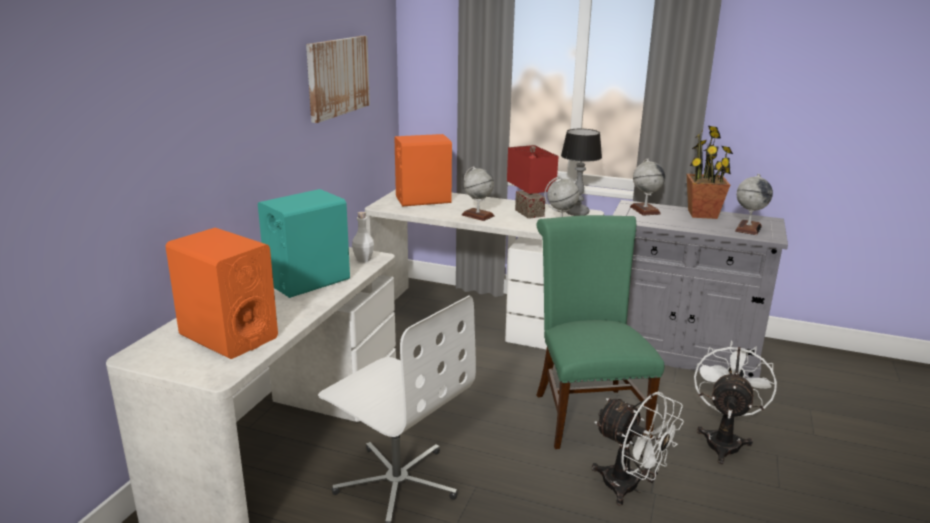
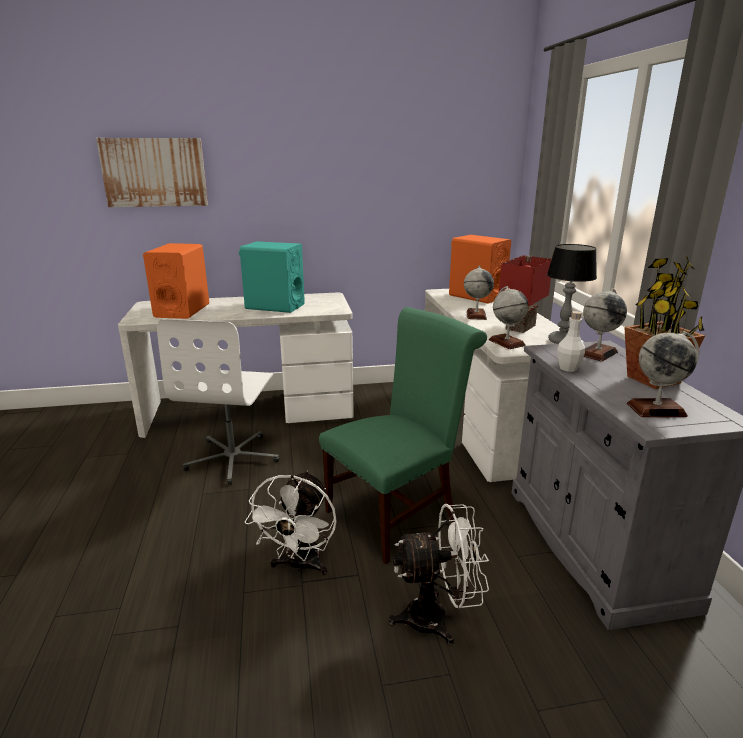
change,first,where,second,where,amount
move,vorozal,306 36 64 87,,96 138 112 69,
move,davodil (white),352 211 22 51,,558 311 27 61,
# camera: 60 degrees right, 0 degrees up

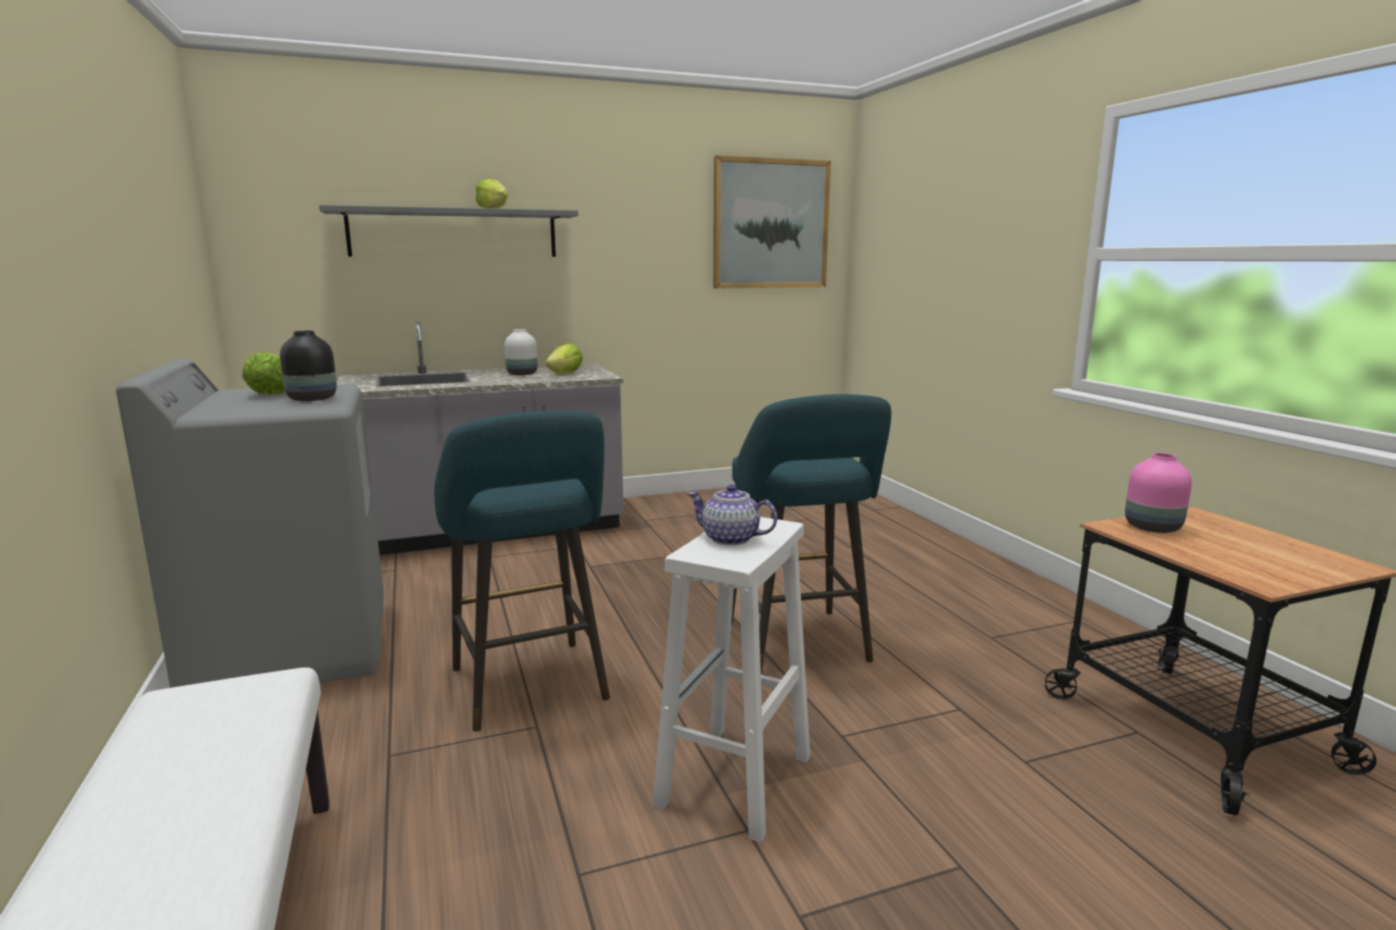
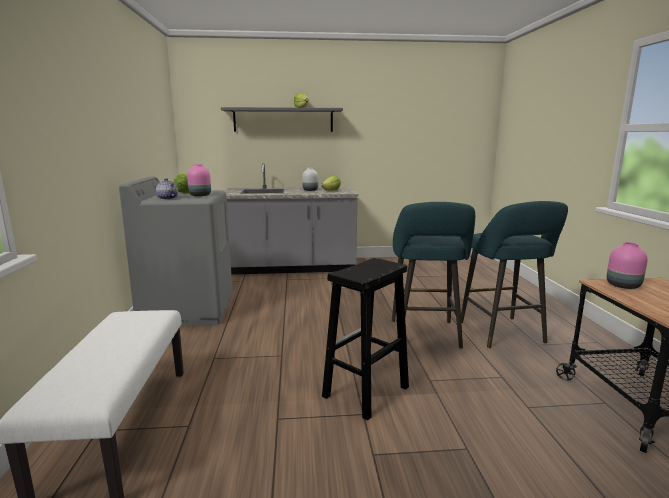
change,first,where,second,where,amount
delete,vorozal,713 155 118 134,,,
move,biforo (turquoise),434 411 176 320,,461 201 107 147,
move,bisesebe,687 485 90 61,,156 178 22 22,
recolor,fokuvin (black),280 331 57 70,fokuvin (pink),187 164 24 32,
recolor,biforo (white),653 517 157 326,biforo (black),322 258 87 163,
# camera: 15 degrees right, 0 degrees up

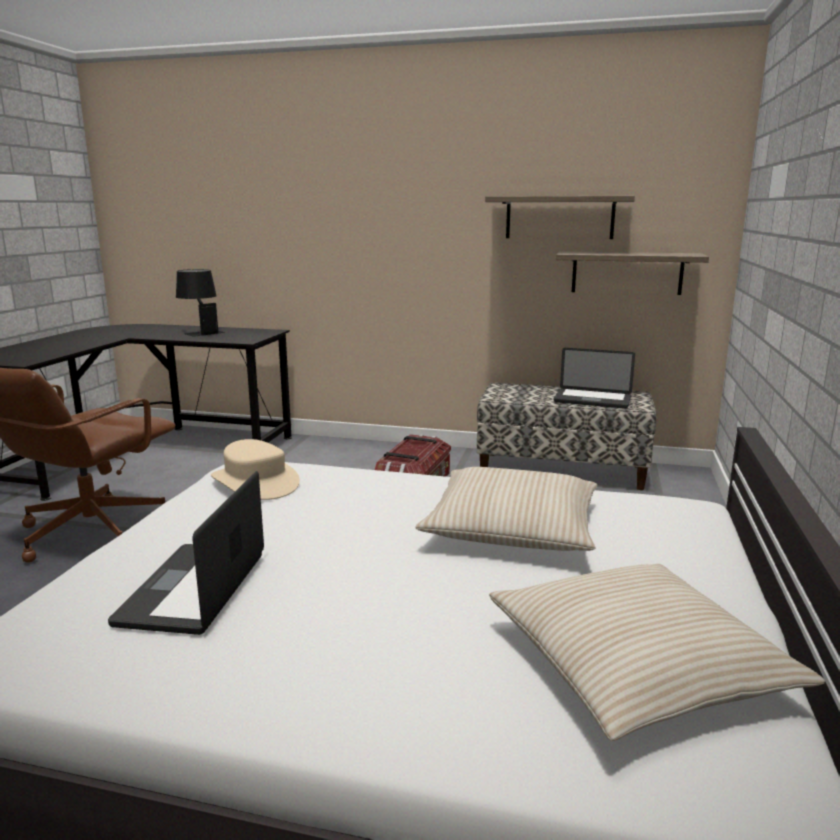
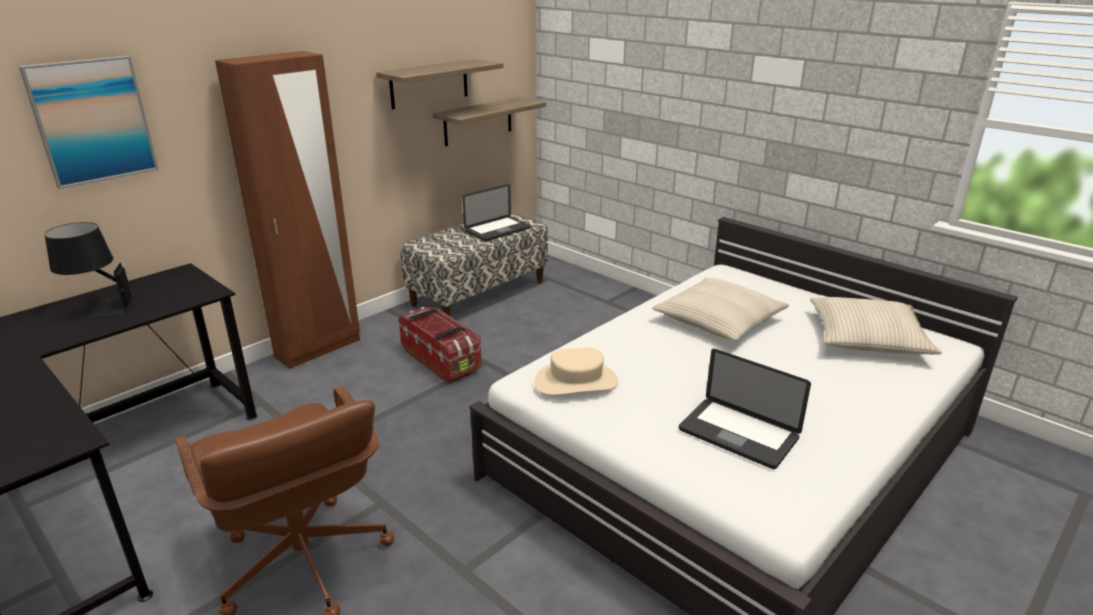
change,first,where,second,where,amount
insert,,,vorozal,19 56 140 133,
insert,,,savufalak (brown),215 51 145 318,
# camera: 60 degrees left, 10 degrees up

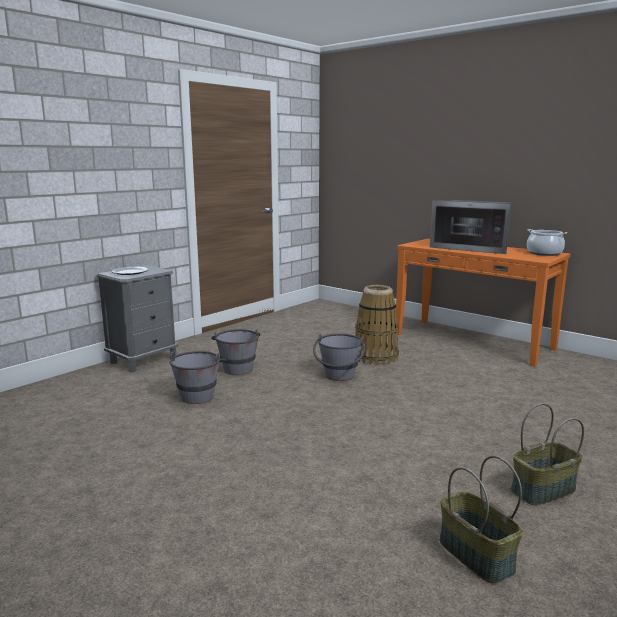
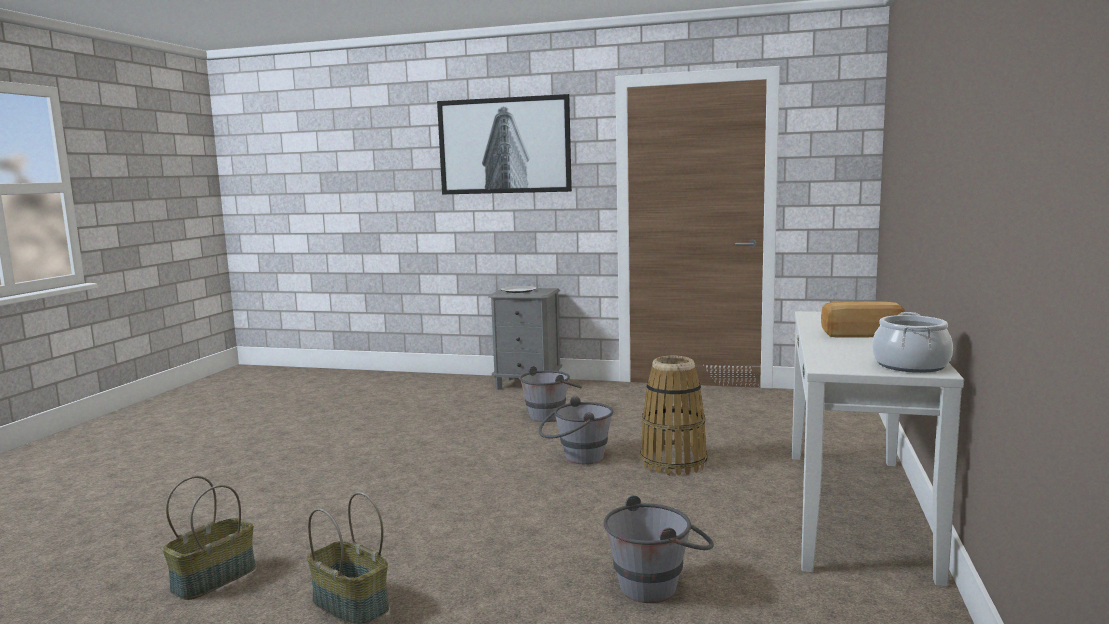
change,first,where,second,where,amount
insert,,,vorozal,437 94 135 100,
move,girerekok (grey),170 351 56 53,,603 495 111 108,
replace,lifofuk,430 200 81 54,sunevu,821 301 84 37,
recolor,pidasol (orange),395 239 175 128,pidasol (white),792 311 172 276,
# camera: 65 degrees right, 5 degrees down

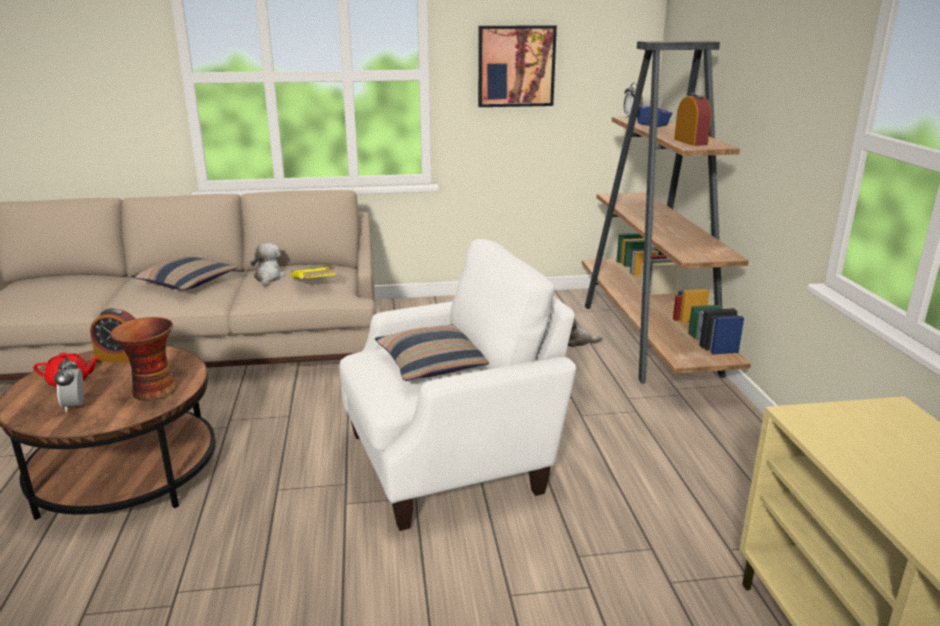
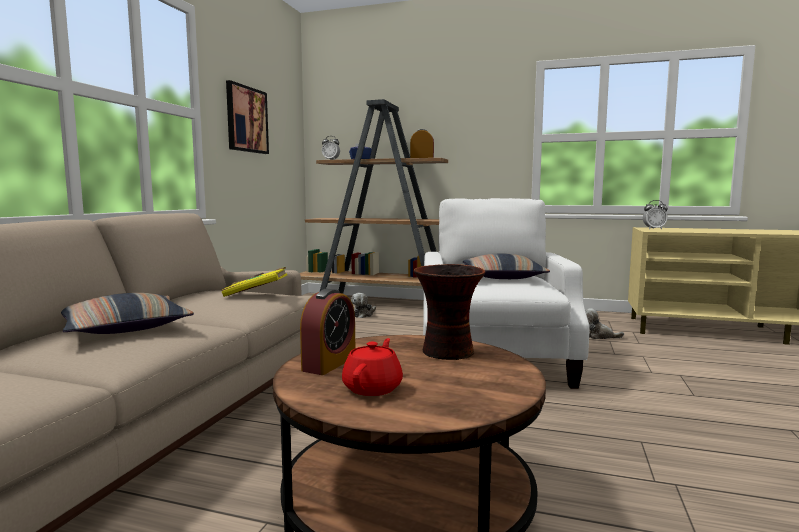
change,first,where,second,where,amount
move,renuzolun,54 357 30 55,,643 200 25 29,
move,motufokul,250 243 35 44,,585 308 39 31,
# camera: 65 degrees left, 15 degrees down

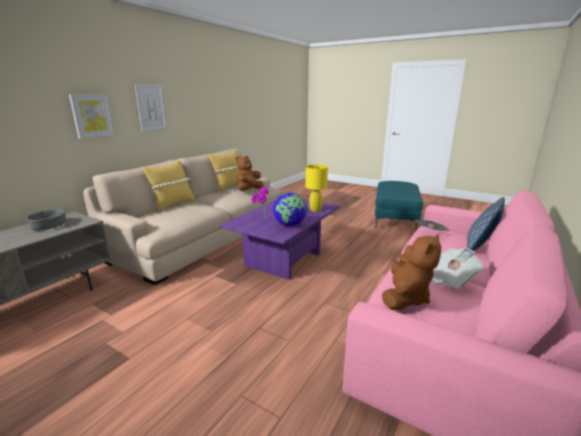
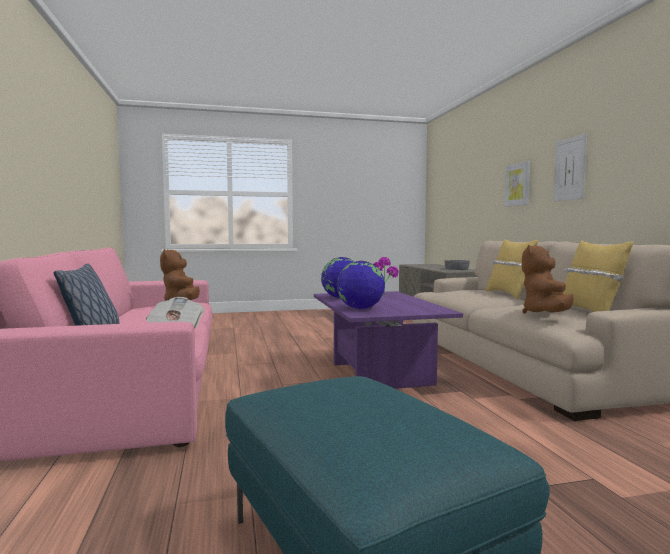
change,first,where,second,where,amount
delete,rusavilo,431 248 52 41,,,
replace,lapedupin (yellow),305 164 23 48,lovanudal,337 261 48 48,
rotate,motufokul (brown),236 156 28 35,,522 245 52 69,150 degrees counterclockwise
# camera: 135 degrees right, 15 degrees down

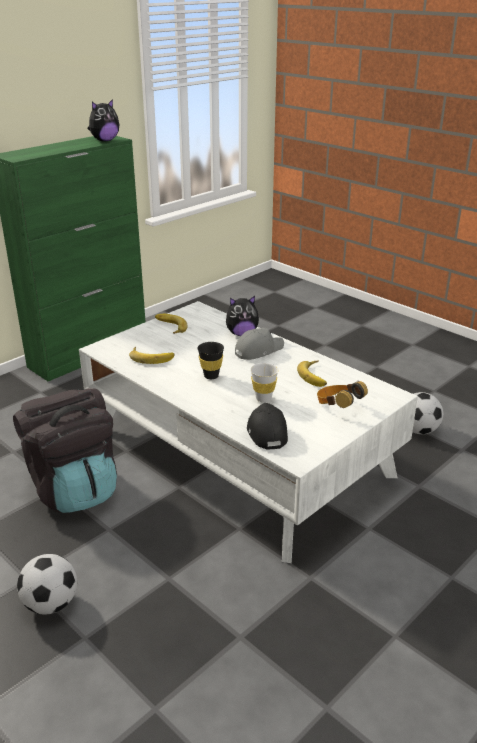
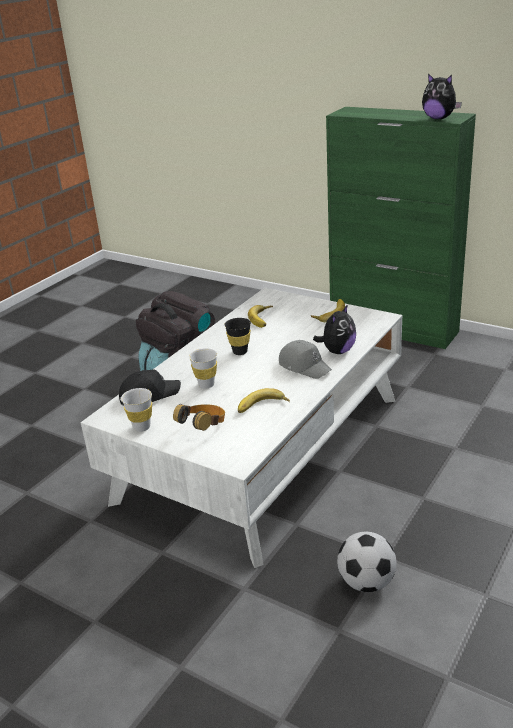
change,first,where,second,where,amount
delete,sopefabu,17 554 60 60,,,
insert,,,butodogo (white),121 388 31 44,
rotate,motufokul,226 296 33 40,,313 304 43 50,120 degrees counterclockwise
# camera: 80 degrees right, 0 degrees up

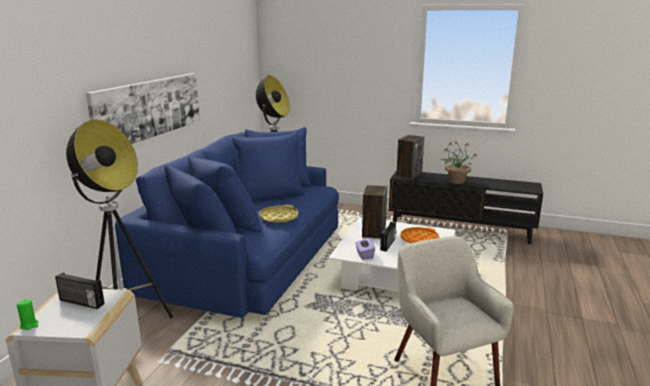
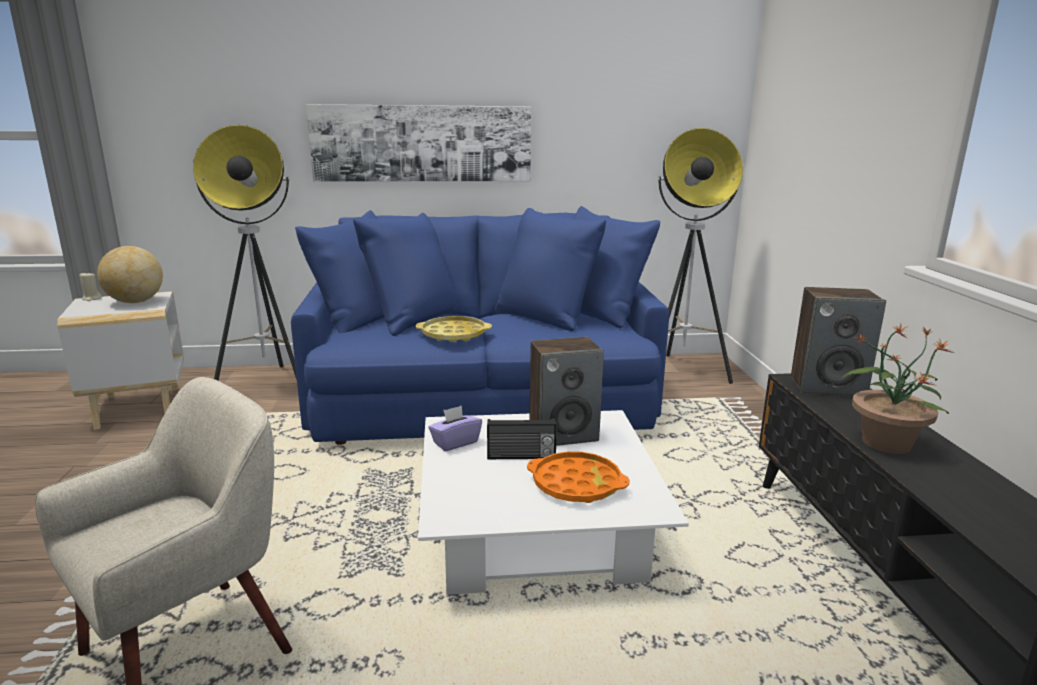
change,first,where,second,where,amount
replace,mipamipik,55 272 49 37,lovanudal,97 246 66 57,
recolor,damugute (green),17 299 21 31,damugute (beige),80 272 22 29,
# camera: 65 degrees right, 0 degrees up

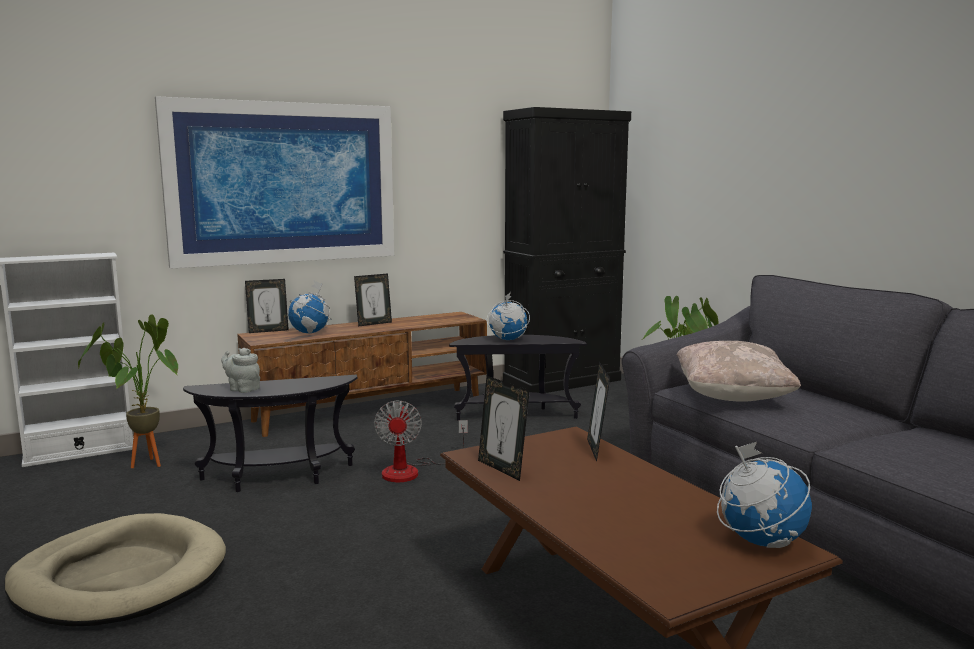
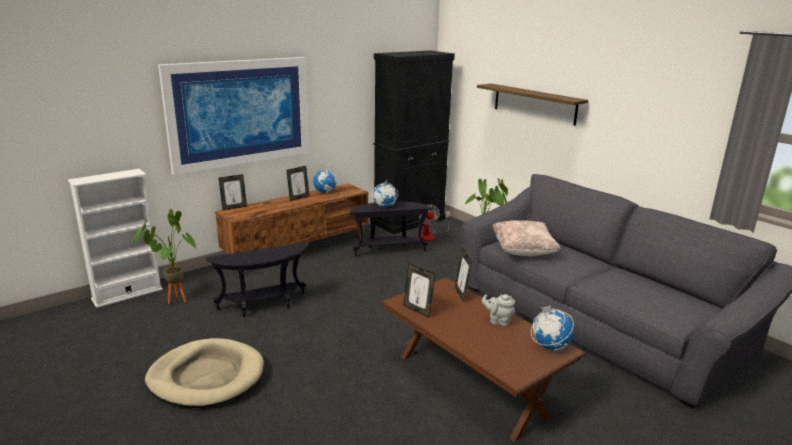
change,first,where,second,where,amount
insert,,,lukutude,477 83 111 43,
move,bisesebe (grey),221 348 39 45,,482 294 33 32,
move,lovanudal,288 280 43 54,,313 162 25 32,
move,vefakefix,374 400 94 82,,418 204 32 37,
# camera: 10 degrees left, 10 degrees up

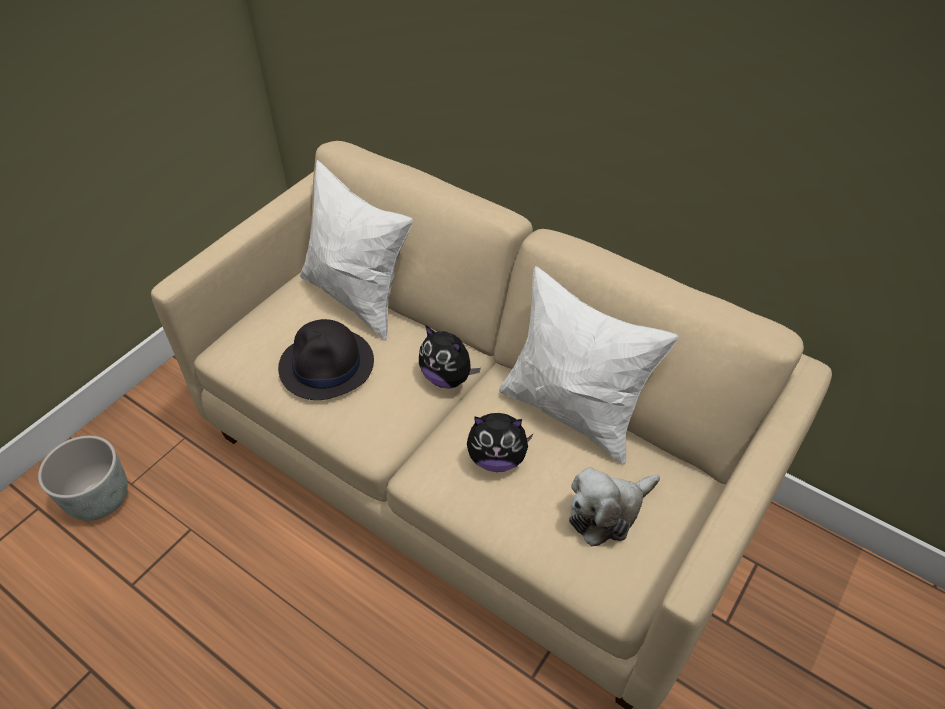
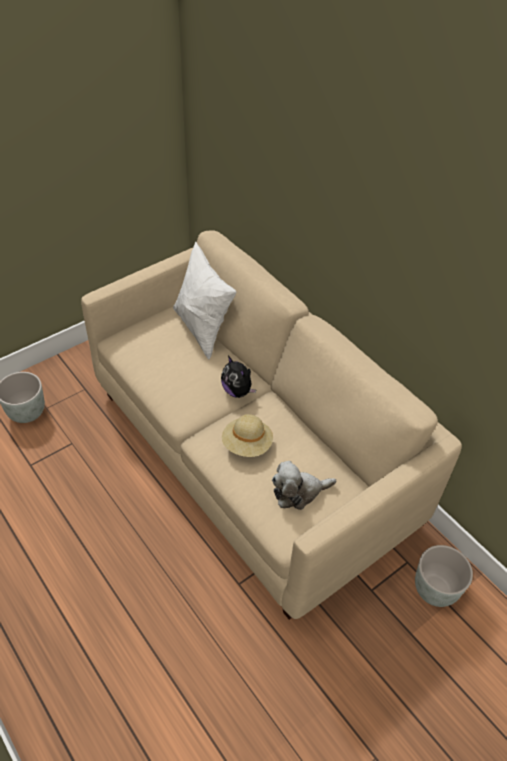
change,first,where,second,where,amount
delete,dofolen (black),278 319 96 81,,,
delete,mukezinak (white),499 266 180 199,,,
insert,,,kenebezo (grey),415 545 58 62,
replace,motufokul,467 413 66 59,dofolen (beige),222 414 51 43,
# camera: 15 degrees right, 0 degrees up

